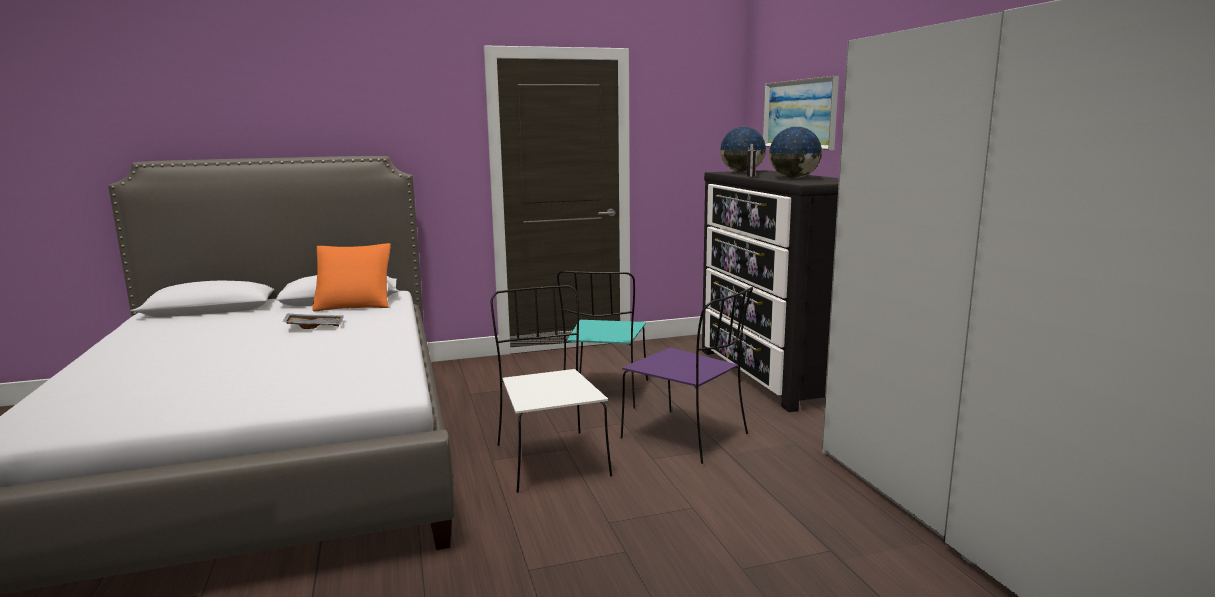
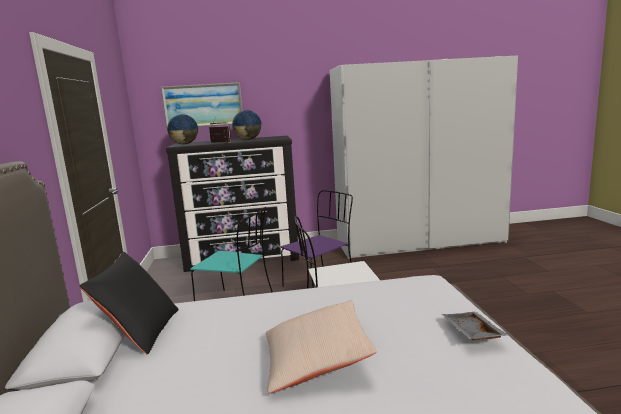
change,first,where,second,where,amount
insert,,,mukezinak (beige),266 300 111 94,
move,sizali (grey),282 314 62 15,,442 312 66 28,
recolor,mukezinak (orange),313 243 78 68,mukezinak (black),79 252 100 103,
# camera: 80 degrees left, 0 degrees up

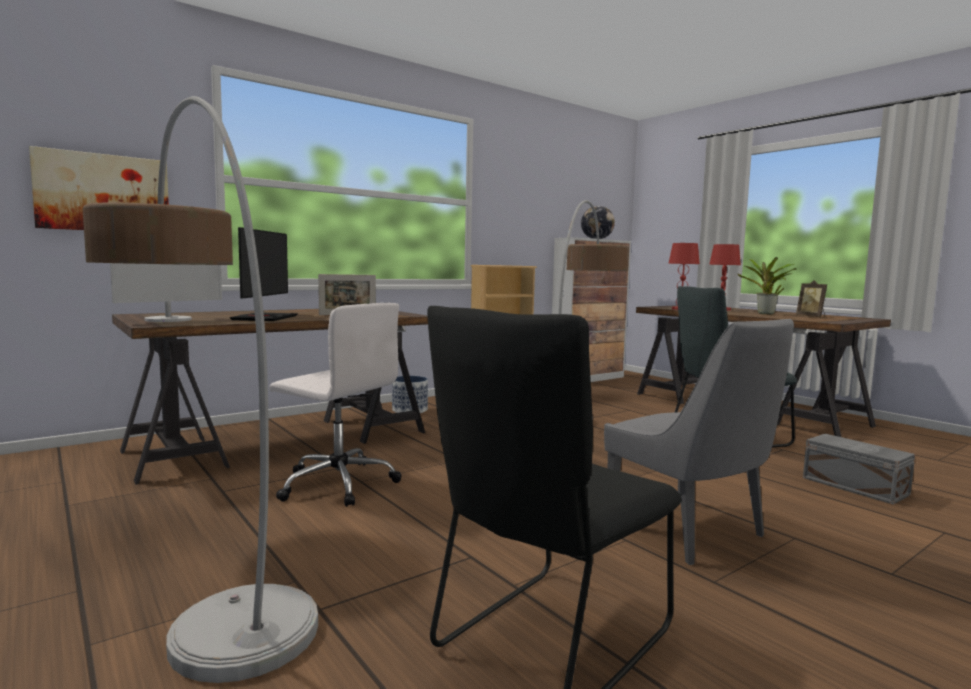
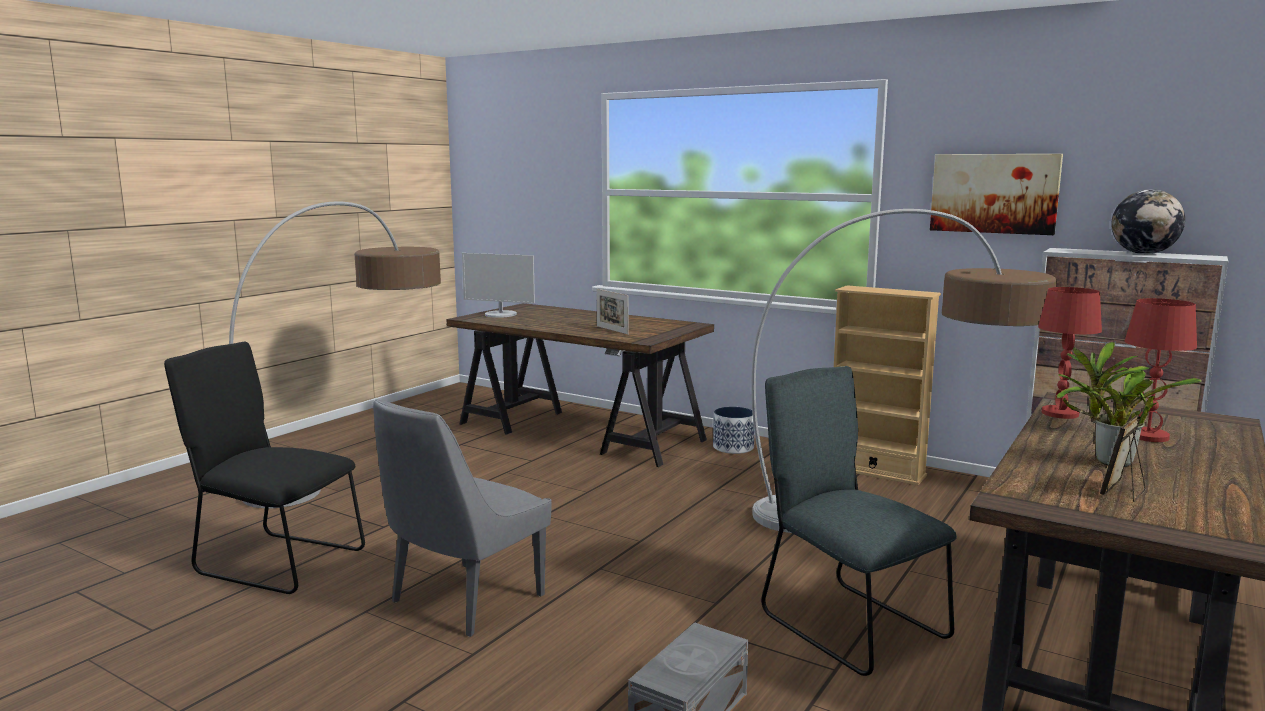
change,first,where,second,where,amount
delete,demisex,229 227 69 94,,,
delete,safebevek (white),269 303 133 204,,,
move,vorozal,29 146 140 84,,930 154 133 81,
# camera: 70 degrees right, 5 degrees up

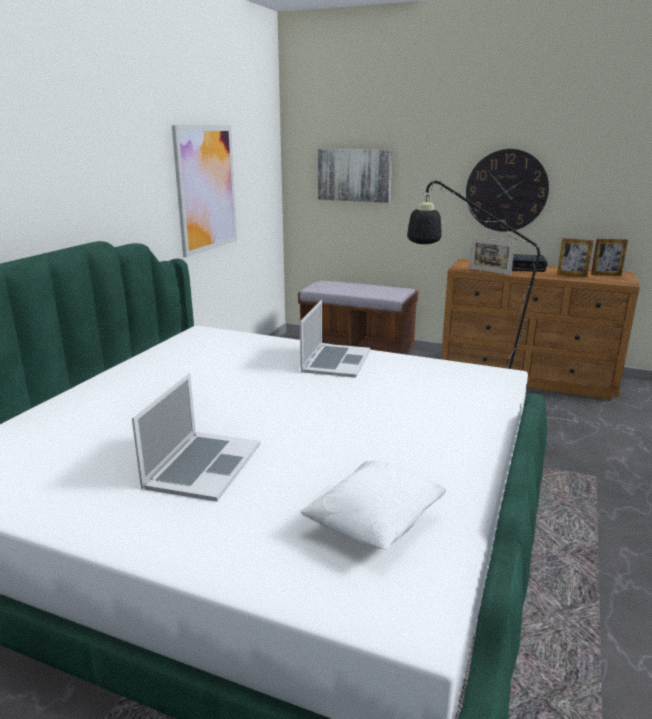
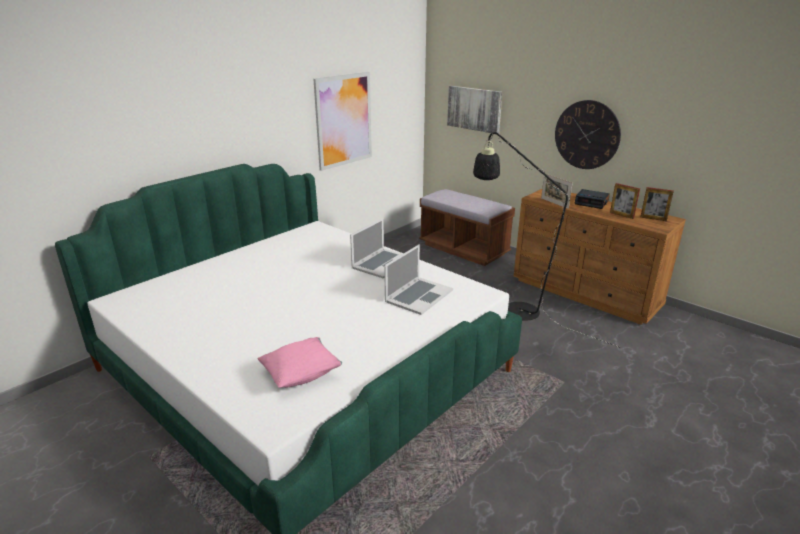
change,first,where,second,where,amount
move,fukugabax,132 373 128 129,,384 244 69 71,
recolor,mukezinak (white),300 461 146 89,mukezinak (pink),258 337 84 51,
# camera: 20 degrees right, 5 degrees up

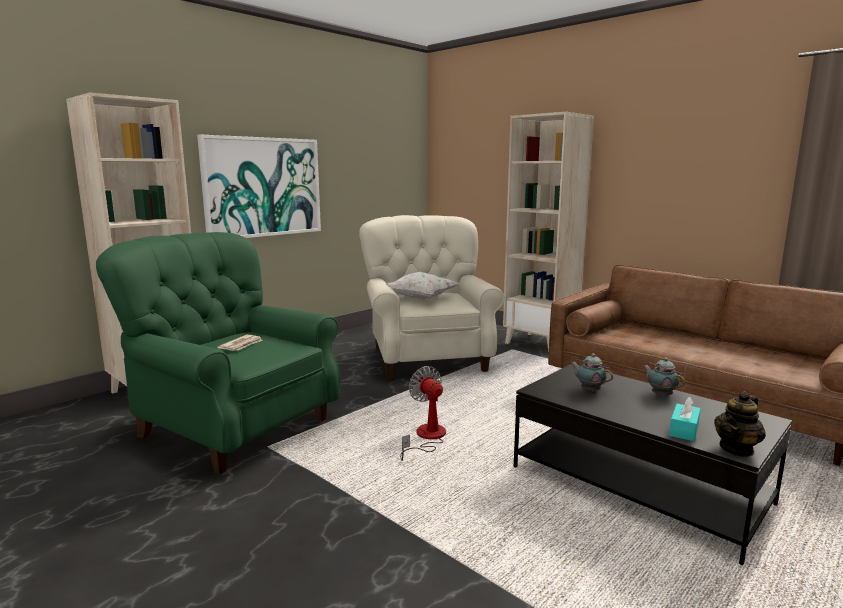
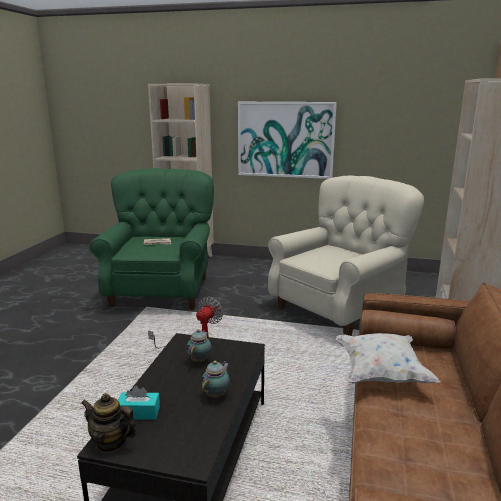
change,first,where,second,where,amount
move,mukezinak (white),385 272 74 27,,336 333 104 51,
# camera: 60 degrees right, 5 degrees up

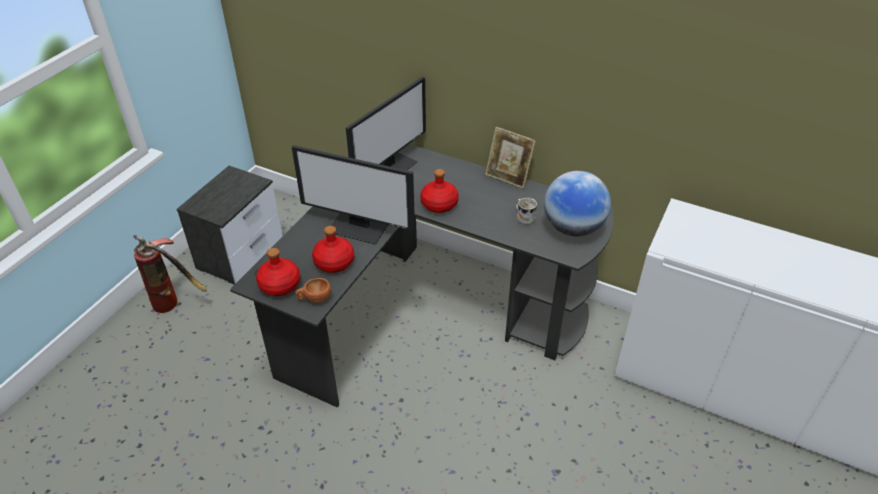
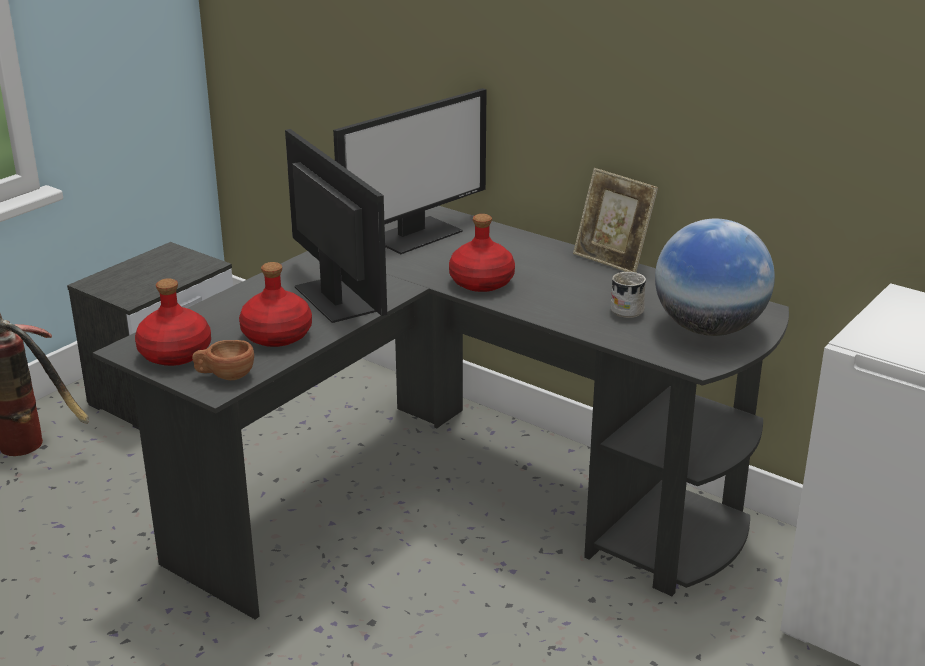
change,first,where,second,where,amount
rotate,demisex,292 145 123 100,,285 129 102 194,150 degrees counterclockwise
# camera: 10 degrees right, 15 degrees down

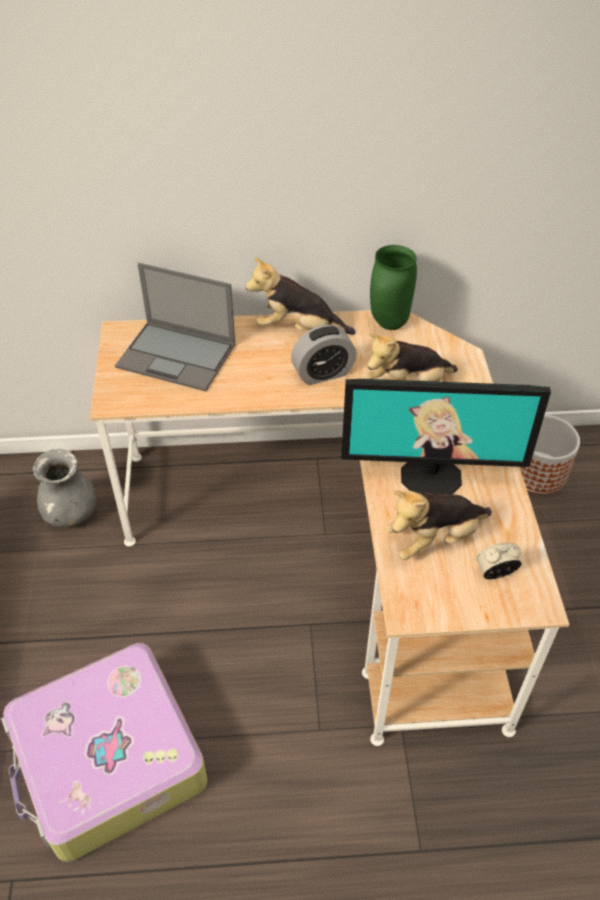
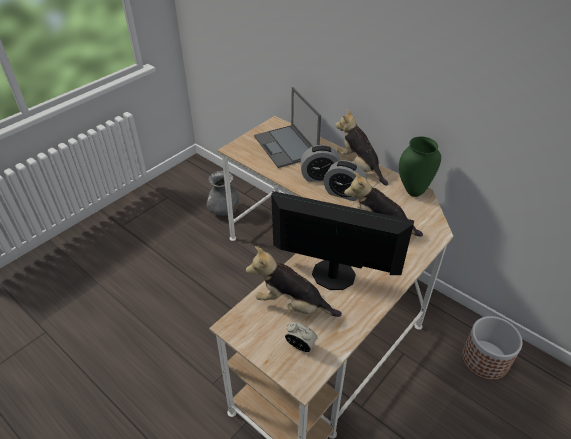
change,first,where,second,where,amount
delete,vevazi,1 643 206 219,,,
insert,,,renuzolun,301 145 39 37,
rotate,demisex,341 379 210 115,,271 191 143 99,150 degrees clockwise
# camera: 45 degrees right, 5 degrees down

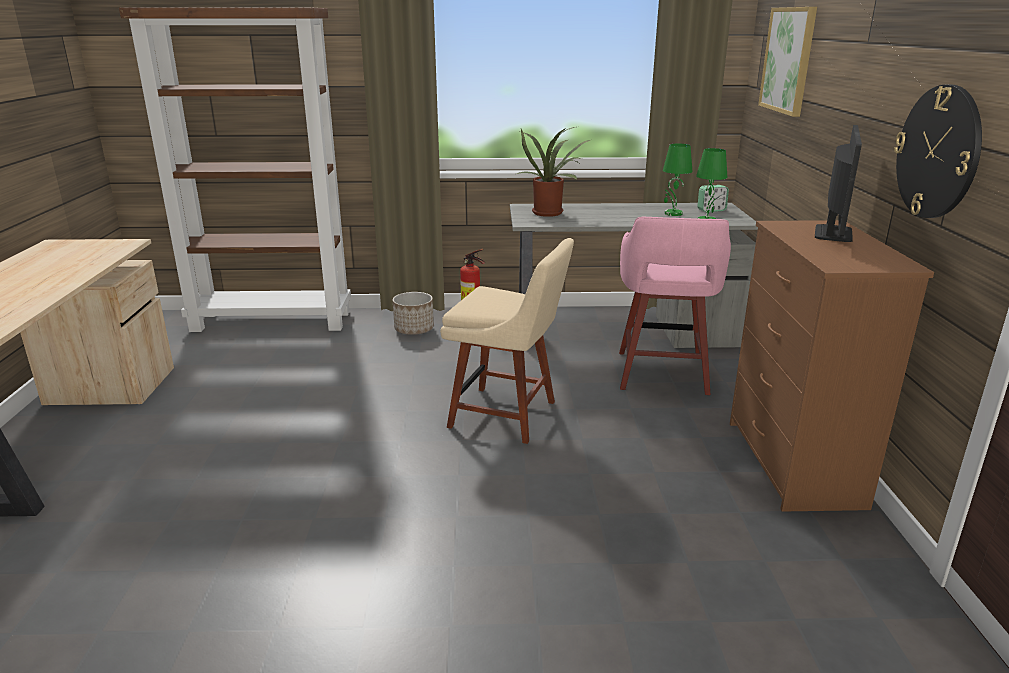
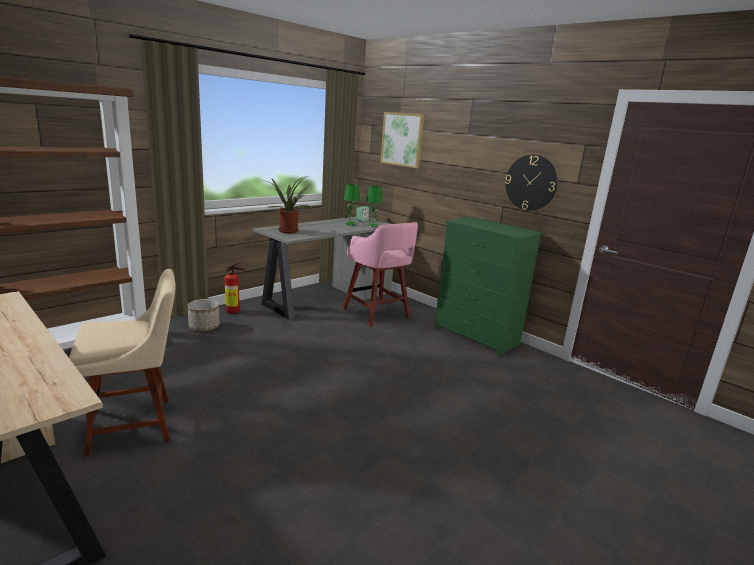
change,first,where,second,where,amount
delete,demisex,815 125 47 117,,,
move,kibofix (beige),440 238 134 206,,69 269 106 187,
recolor,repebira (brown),730 220 204 292,repebira (green),434 217 108 139,
# camera: 45 degrees left, 5 degrees down

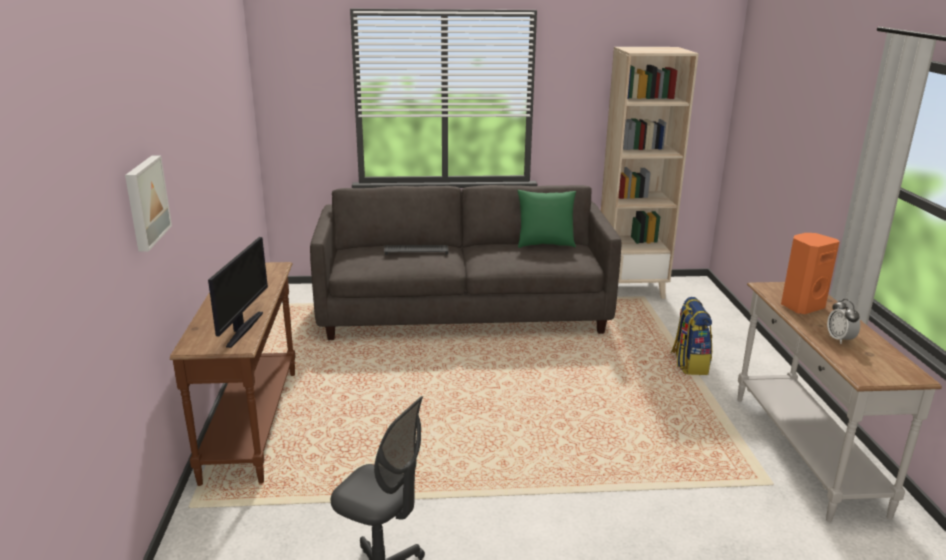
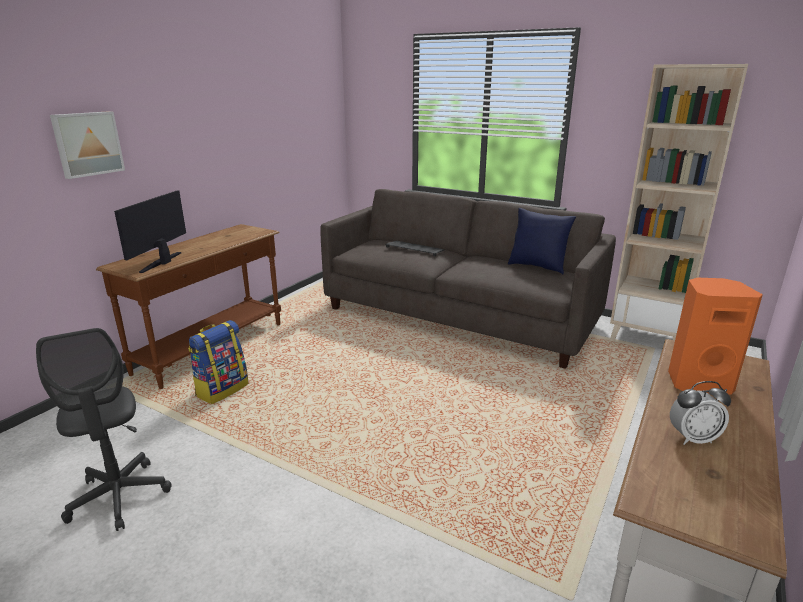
change,first,where,second,where,amount
move,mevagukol,670 297 42 78,,188 320 61 84,
recolor,mukezinak (green),517 190 59 58,mukezinak (blue),508 208 68 66,
rotate,demisex,208 237 60 111,,114 190 72 83,150 degrees clockwise
rotate,renuzolun,827 299 33 45,,670 381 61 64,120 degrees counterclockwise
# camera: 35 degrees right, 0 degrees up

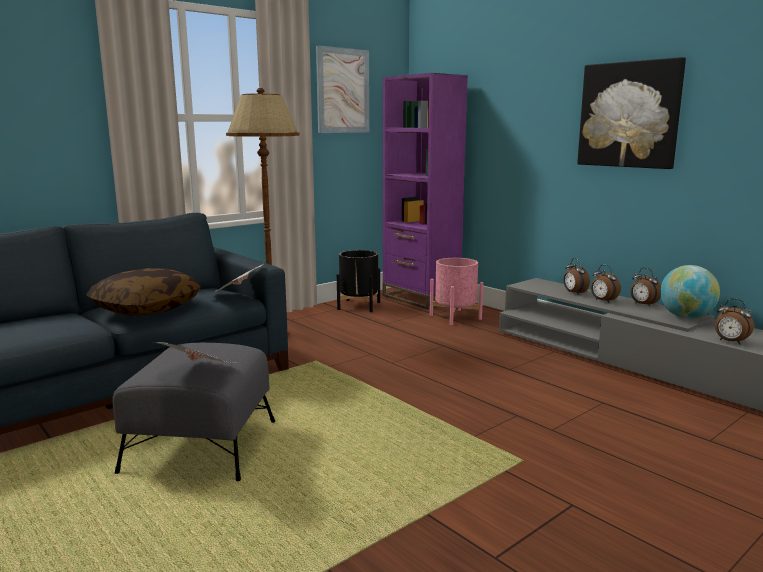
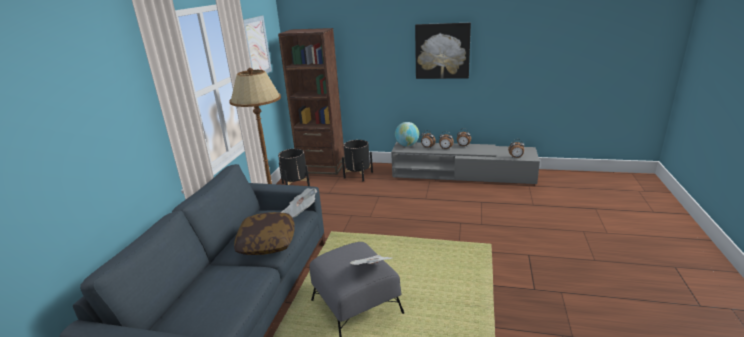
change,first,where,second,where,amount
move,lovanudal,660 265 60 54,,395 122 24 24,
recolor,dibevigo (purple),382 73 86 237,dibevigo (brown),278 28 67 147,
recolor,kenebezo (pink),430 258 53 67,kenebezo (black),342 140 31 41,
# camera: 35 degrees left, 10 degrees up

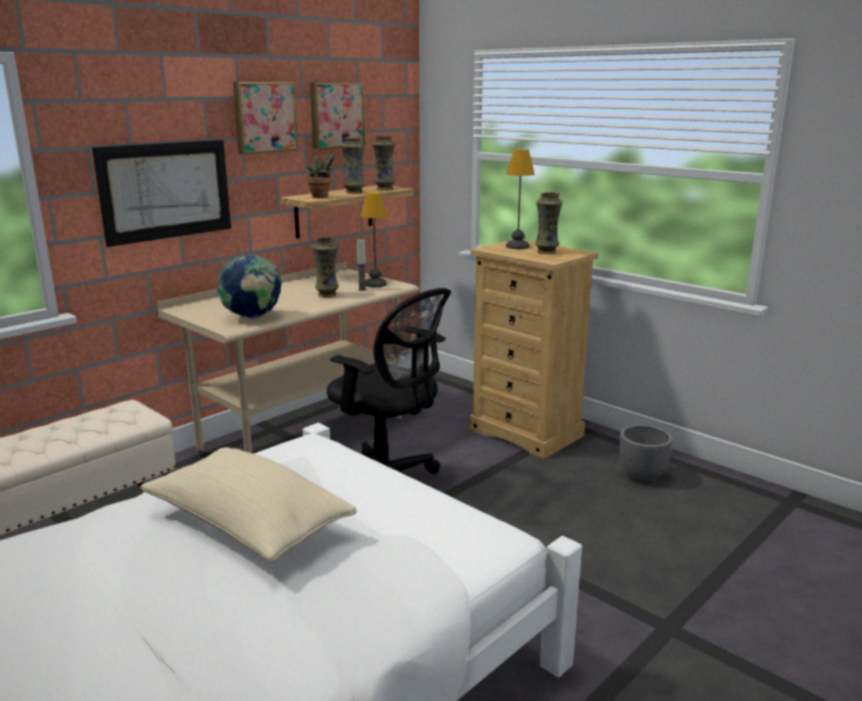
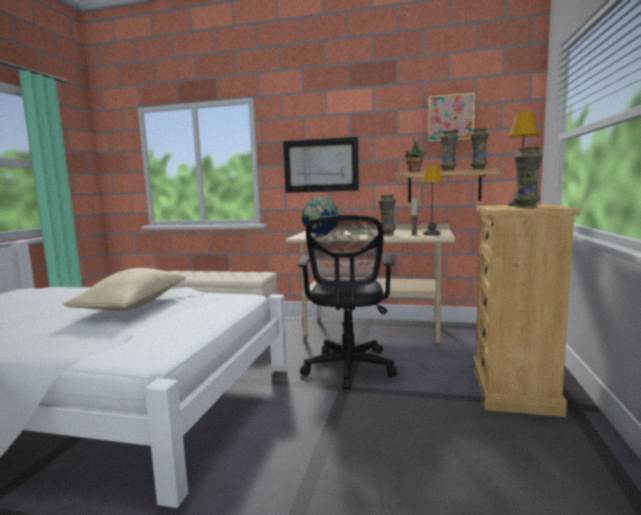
change,first,where,second,where,amount
delete,vorozal,233 82 65 72,,,
delete,kenebezo (grey),619 425 54 58,,,
# camera: 60 degrees right, 10 degrees down

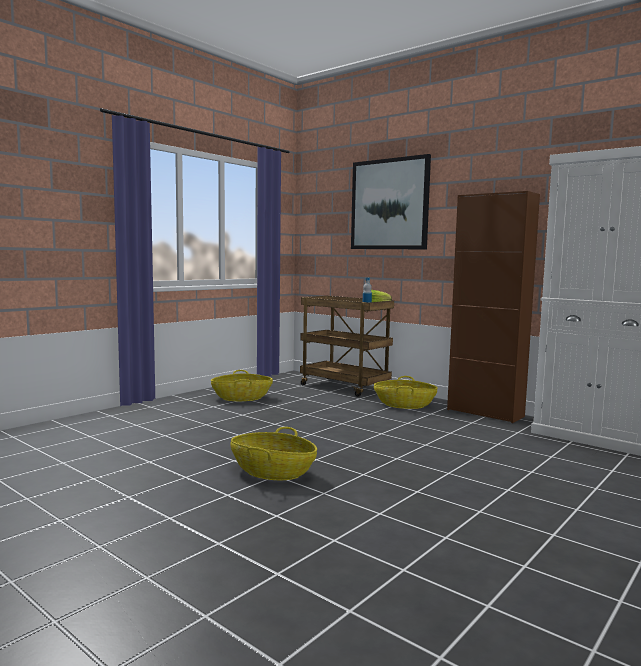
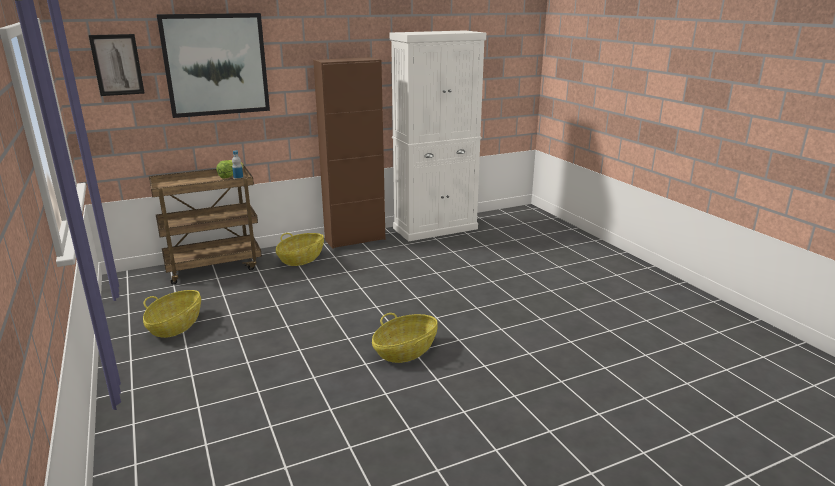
change,first,where,second,where,amount
insert,,,vorozal,89 34 56 62,
# camera: 65 degrees left, 15 degrees up

